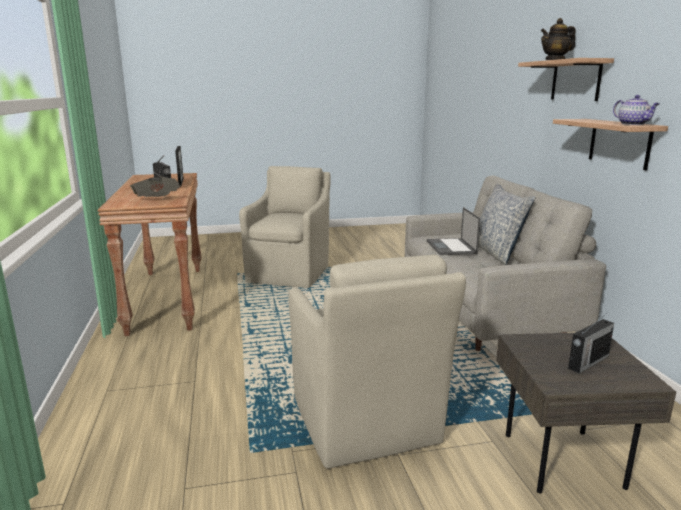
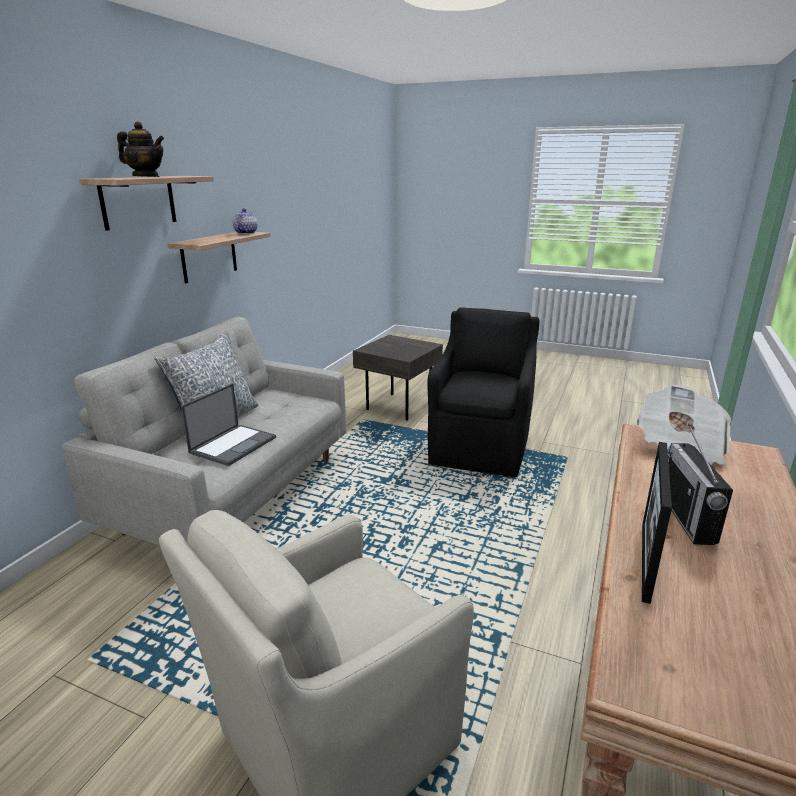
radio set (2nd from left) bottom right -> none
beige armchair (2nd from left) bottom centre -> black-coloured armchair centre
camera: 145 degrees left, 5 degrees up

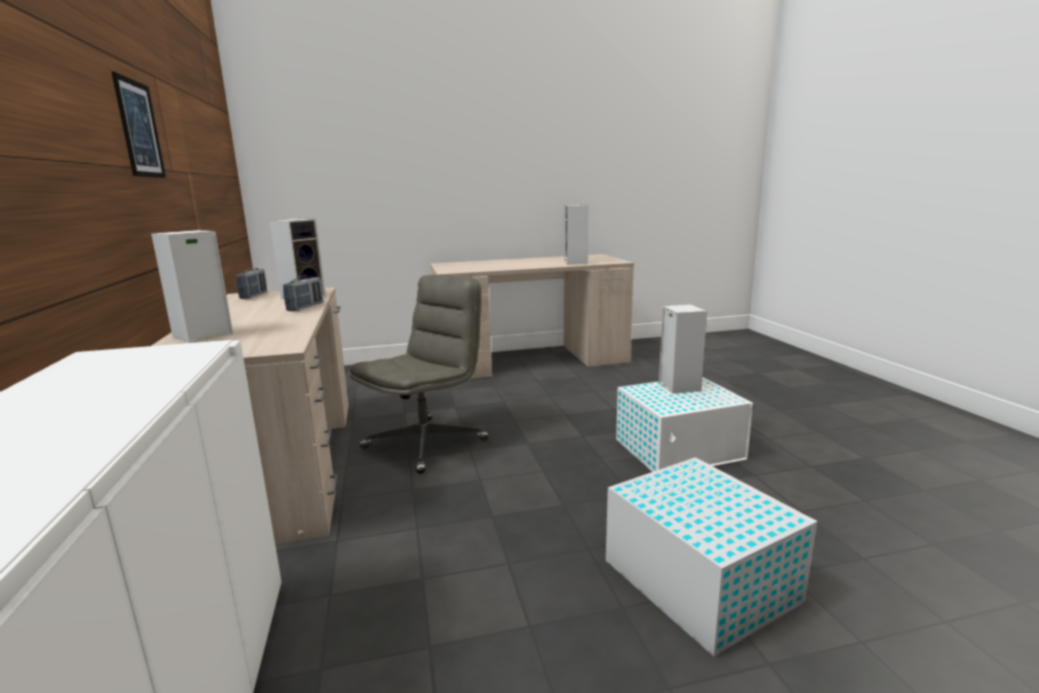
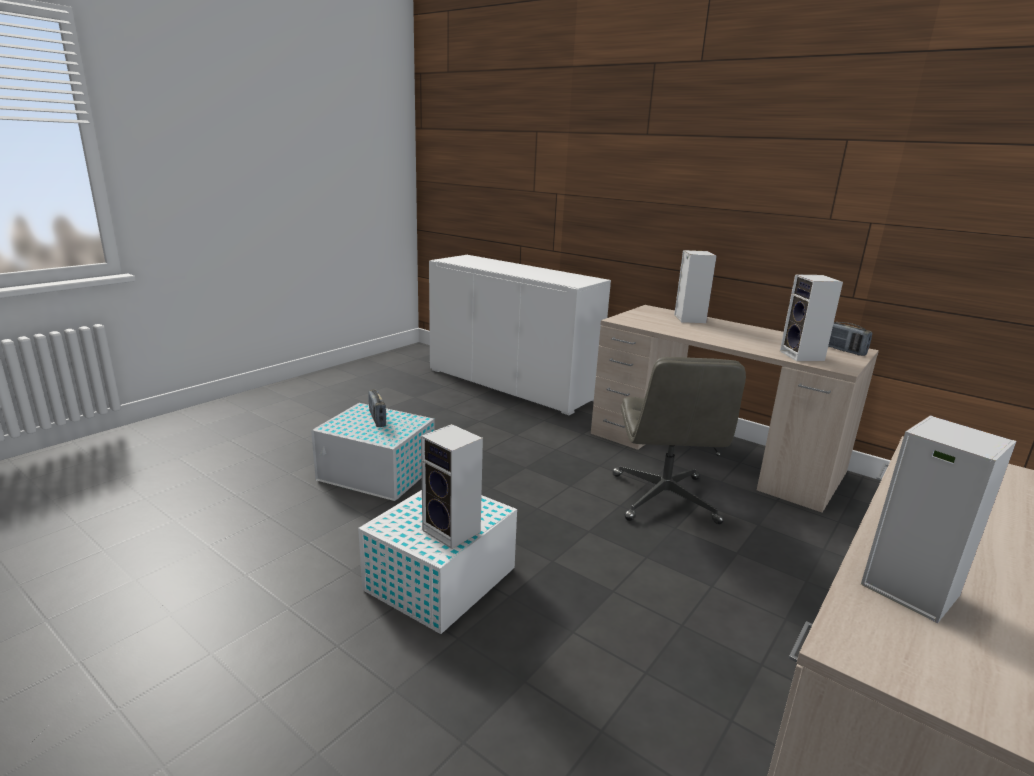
wall picture top left -> none
radio set (2nd from left in the first image) middle left -> radio set (1st from left) centre, move
camera: 140 degrees right, 5 degrees up

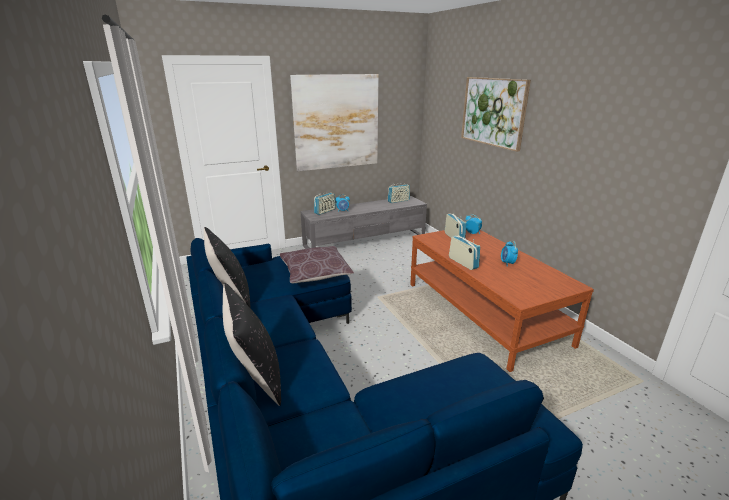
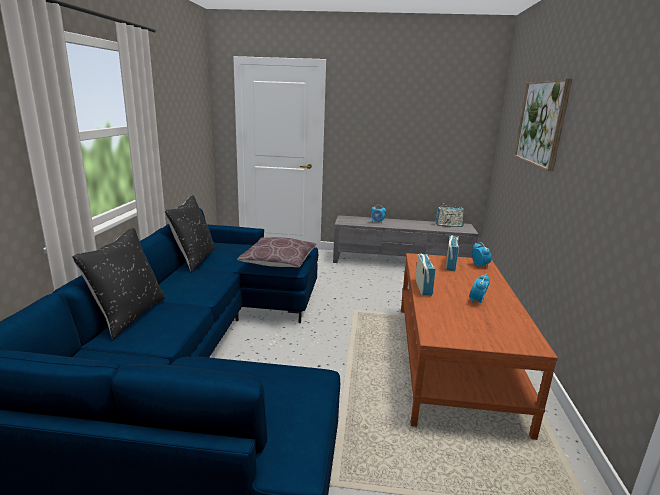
wall picture (1st from left) top centre -> none
radio set (1st from left) centre -> none
camera: 30 degrees right, 5 degrees down

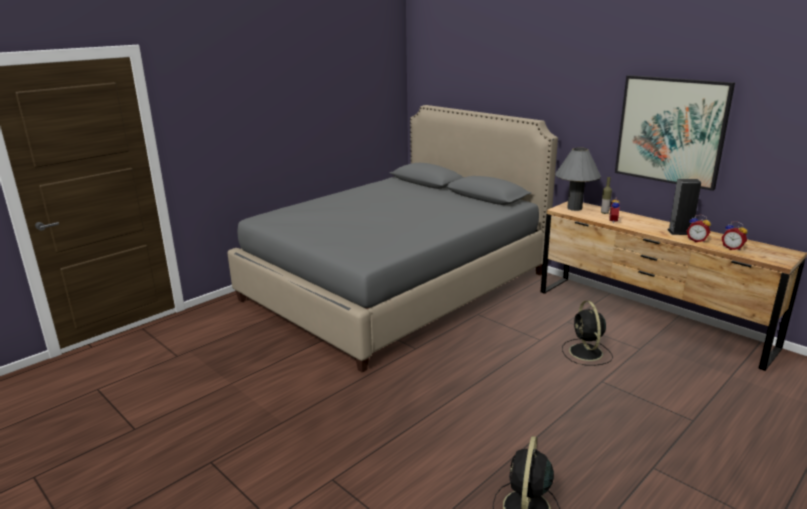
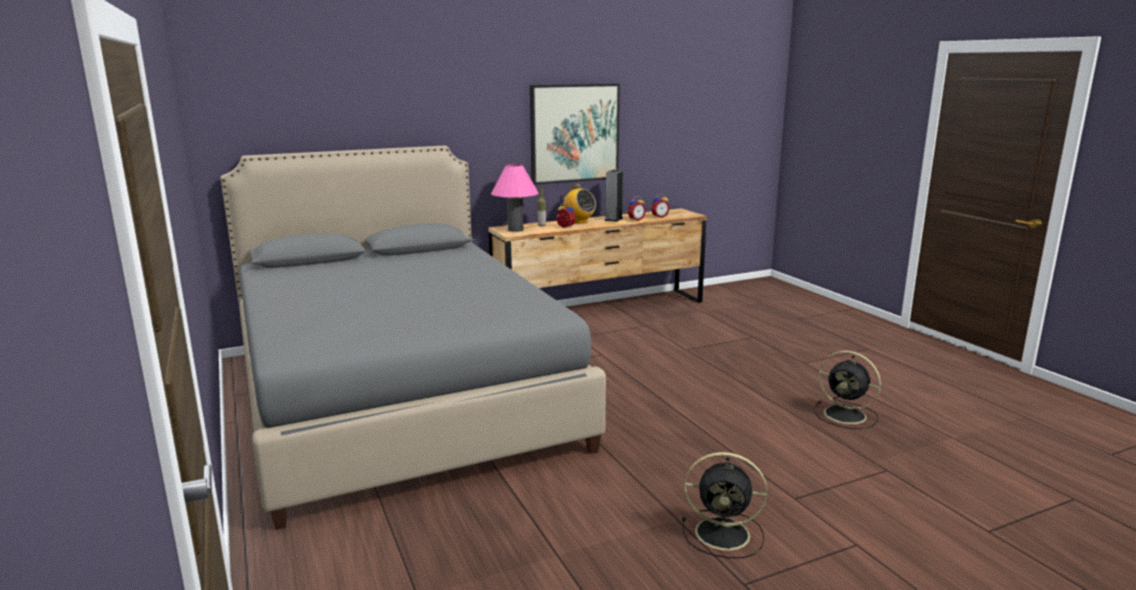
none -> radio set centre
black-coloured cooling fan (2nd from left in the first image) middle right -> black-coloured cooling fan (1st from left) bottom centre, move
grey lamp for a table middle right -> pink lamp for a table centre
camera: 70 degrees left, 5 degrees down

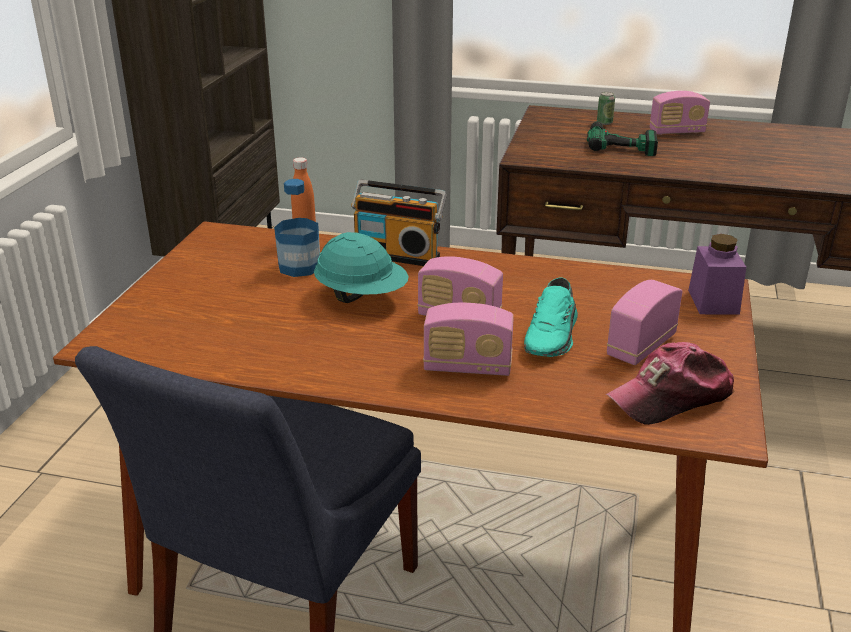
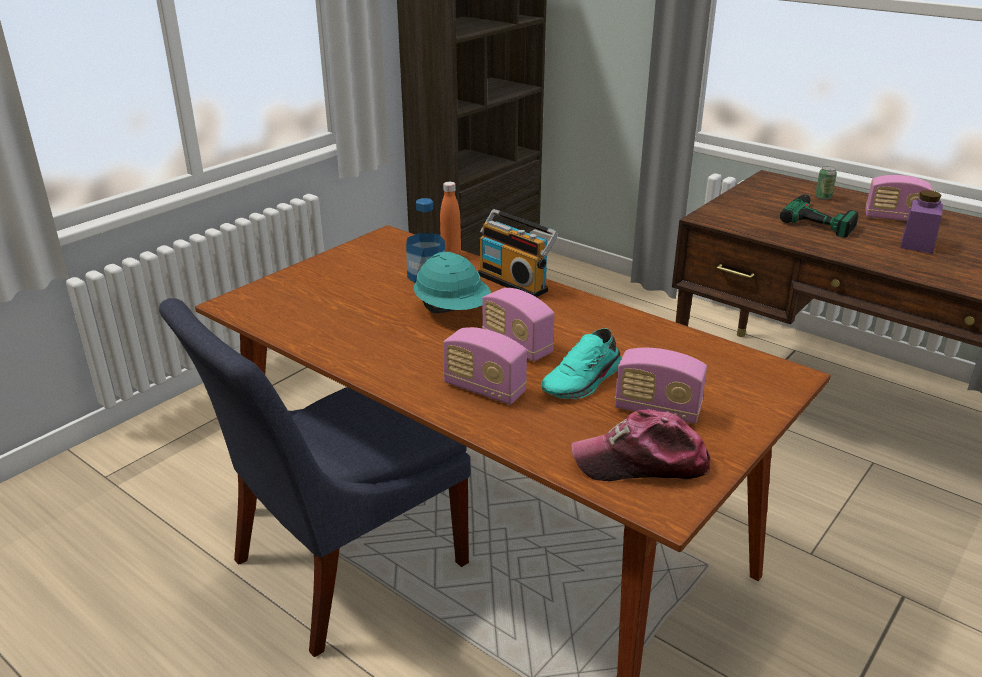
purplish storage jar middle right -> purplish storage jar top right, move
radio set (4th from left) middle right, 135 degrees counterclockwise
camera: 25 degrees right, 0 degrees up

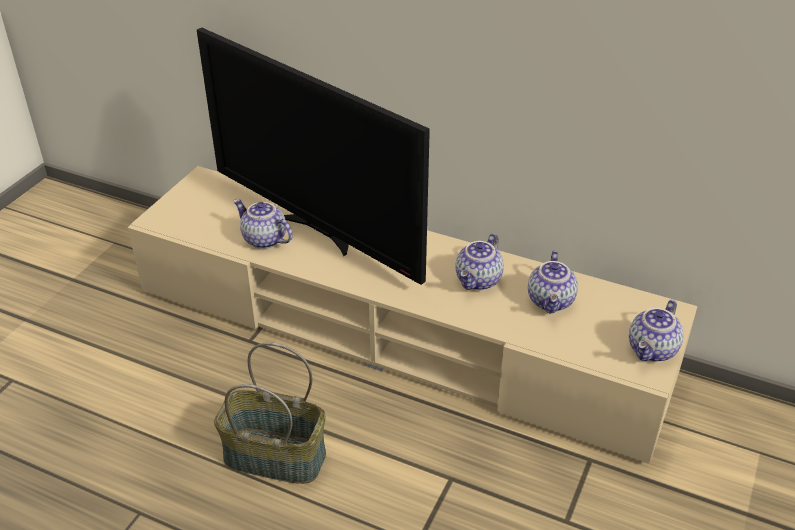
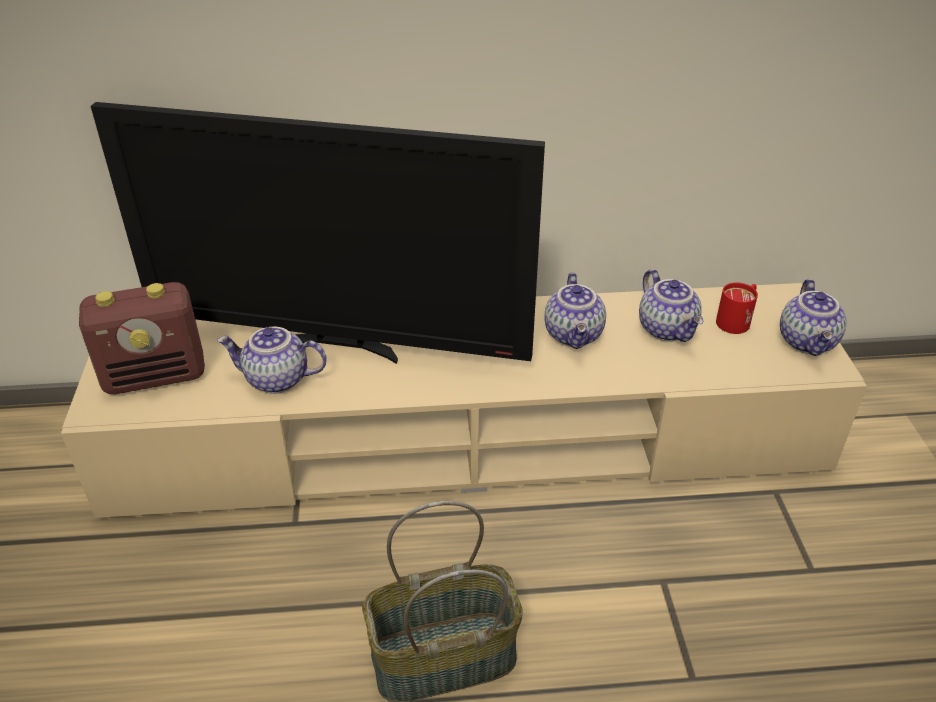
none -> radio set middle left
none -> red tea mug middle right
camera: 30 degrees left, 0 degrees up

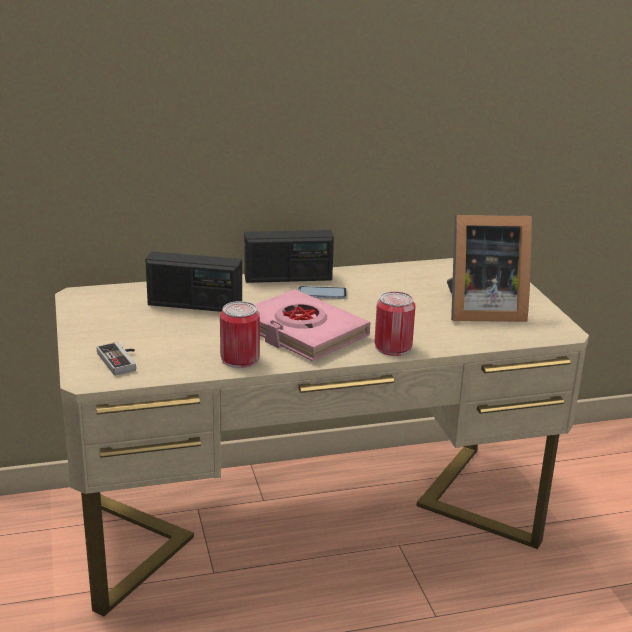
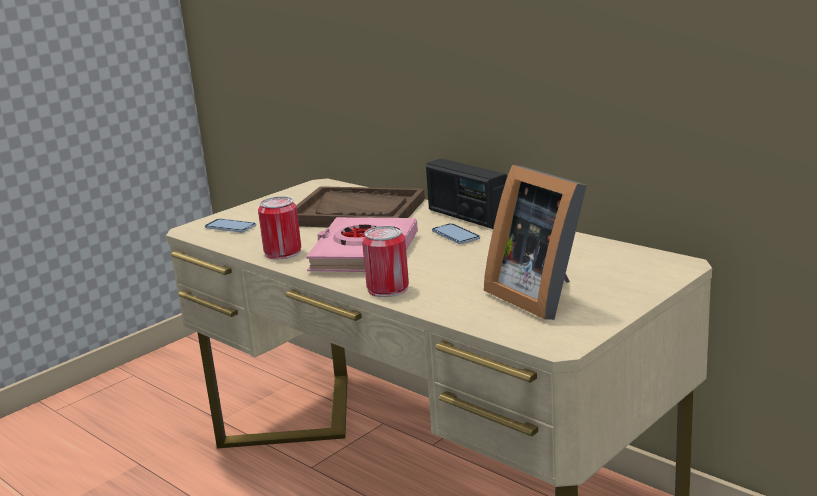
game controller middle left -> phone (1st from left) middle left
radio set (1st from left) middle left -> brownish carrying tray centre
camera: 60 degrees right, 5 degrees down

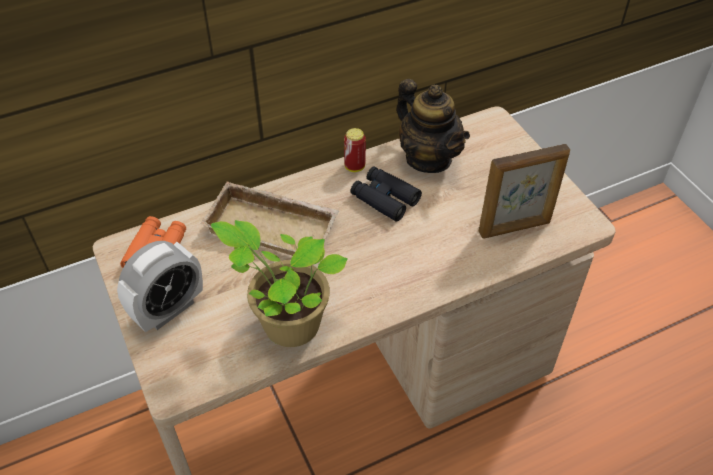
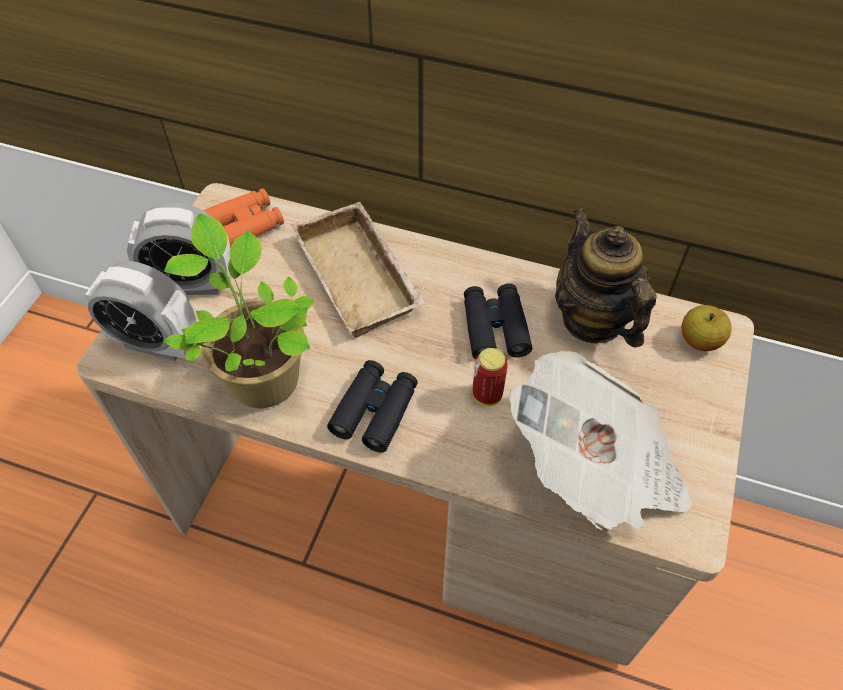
none -> alarm clock (1st from left) middle left
none -> black-coloured field glasses (1st from left) centre
none -> whole apple middle right
metal can top centre -> metal can centre, move
picture frame middle right -> printed paper middle right
teapot top centre -> teapot middle right, 150 degrees clockwise
camera: 45 degrees right, 5 degrees up

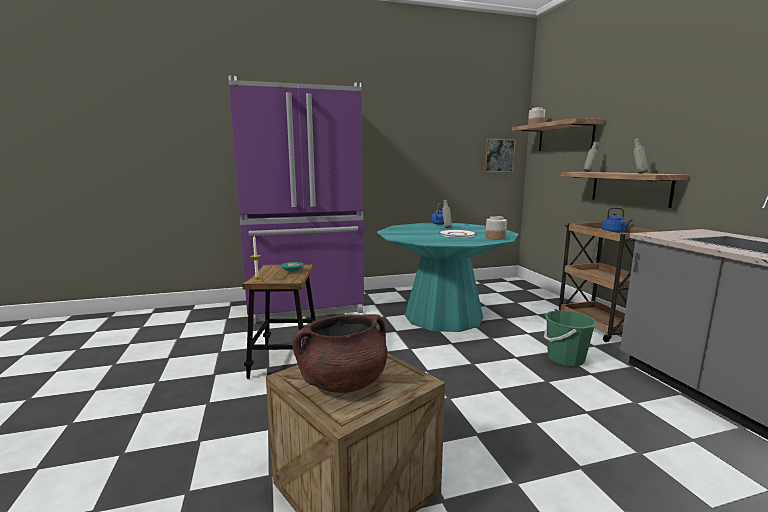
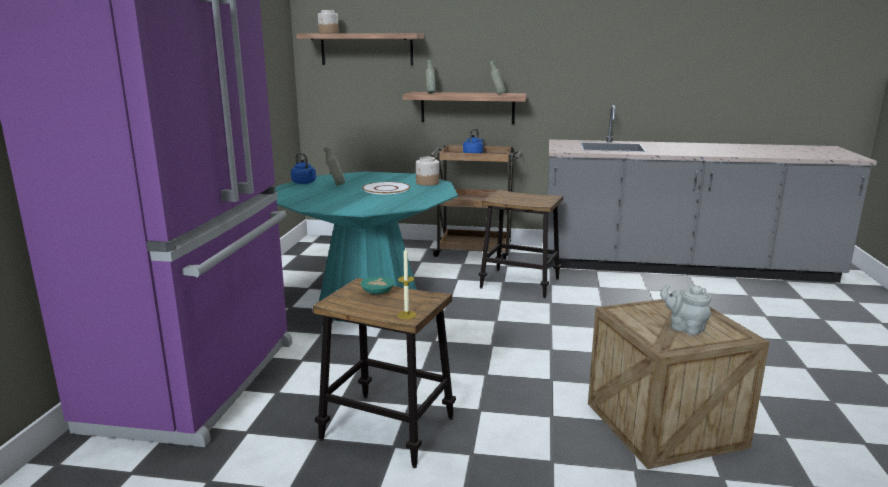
wall picture top centre -> none
brownish stockpot bottom centre -> grey teapot middle right
green-coloured pail middle right -> stool seat (2nd from left) centre
camera: 65 degrees left, 5 degrees up

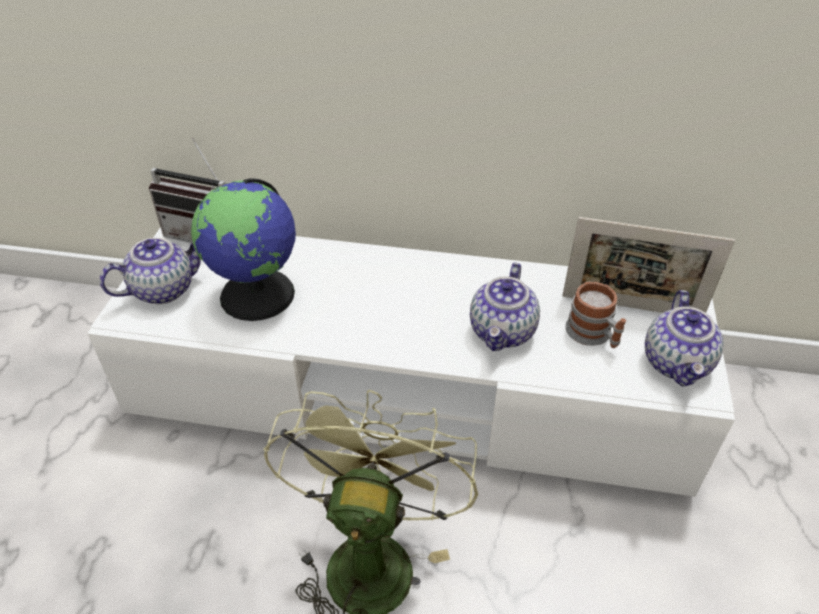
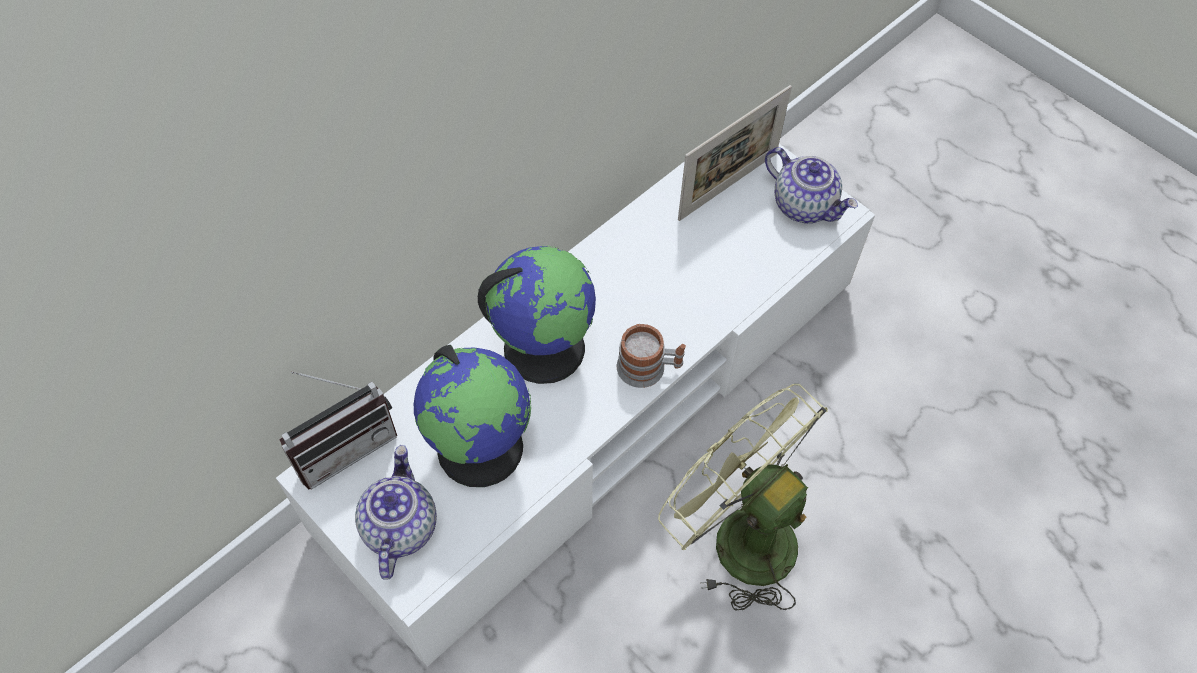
teapot (2nd from left) centre -> none
none -> desk globe (2nd from left) centre
tea mug middle right -> tea mug centre, move
camera: 55 degrees left, 15 degrees up

